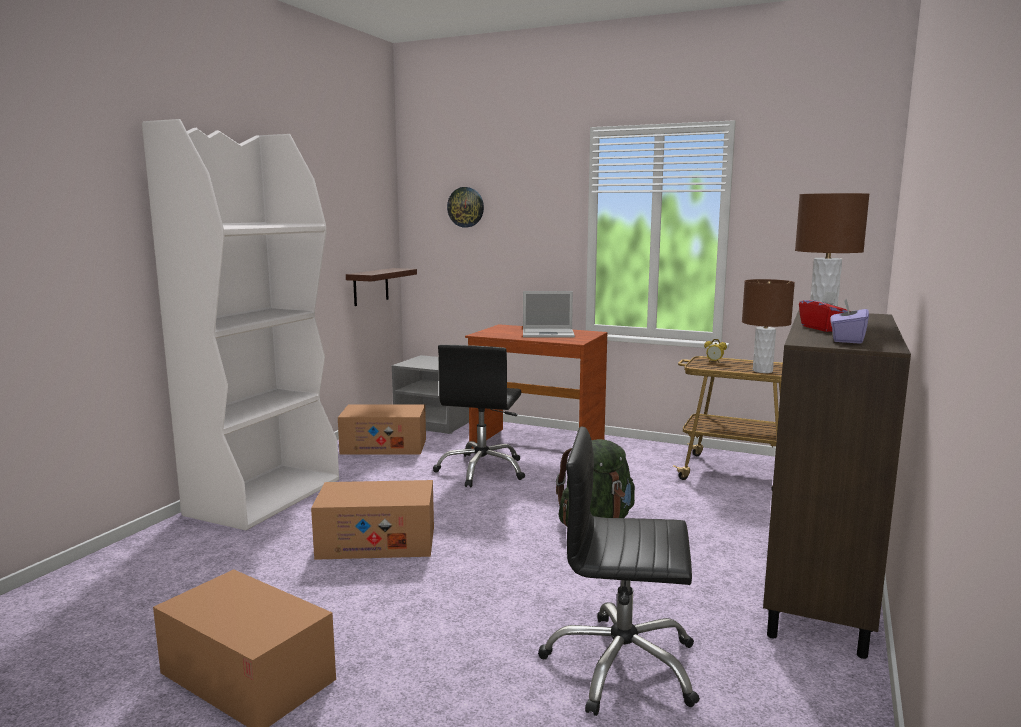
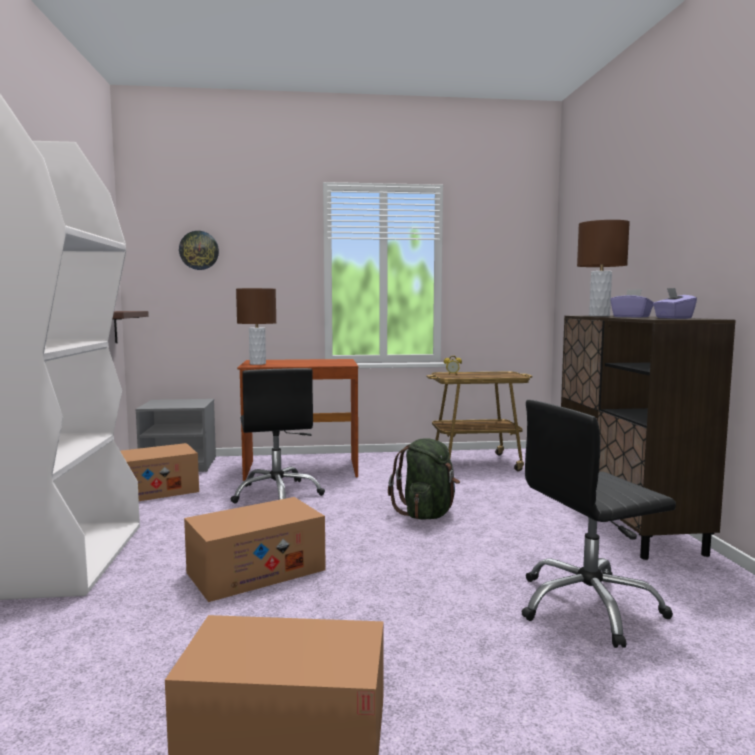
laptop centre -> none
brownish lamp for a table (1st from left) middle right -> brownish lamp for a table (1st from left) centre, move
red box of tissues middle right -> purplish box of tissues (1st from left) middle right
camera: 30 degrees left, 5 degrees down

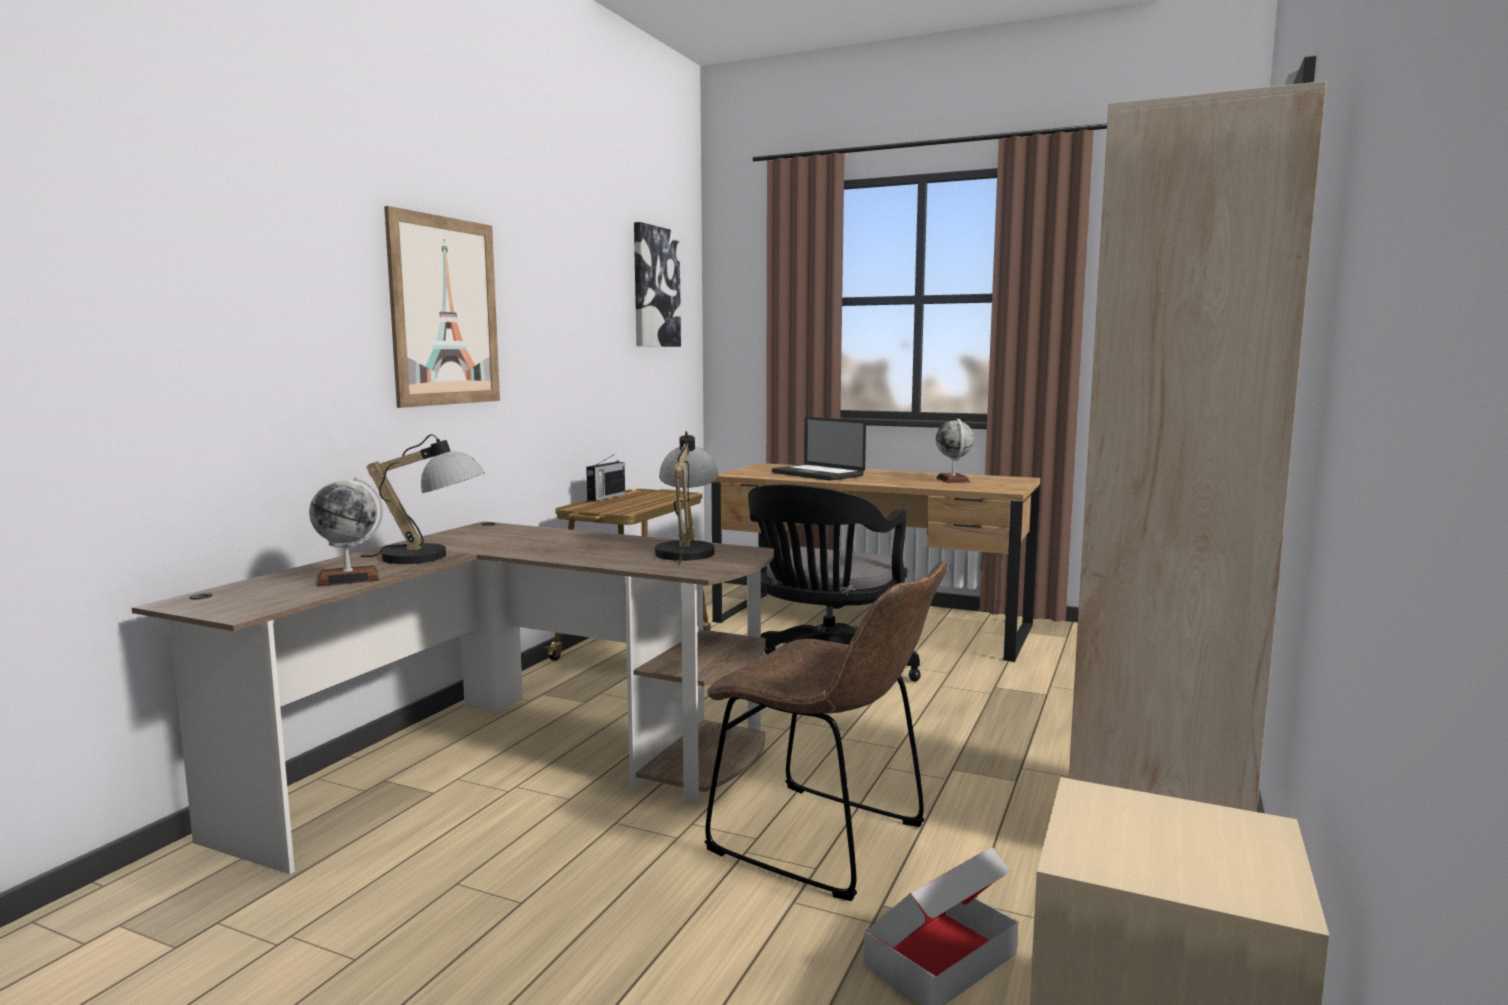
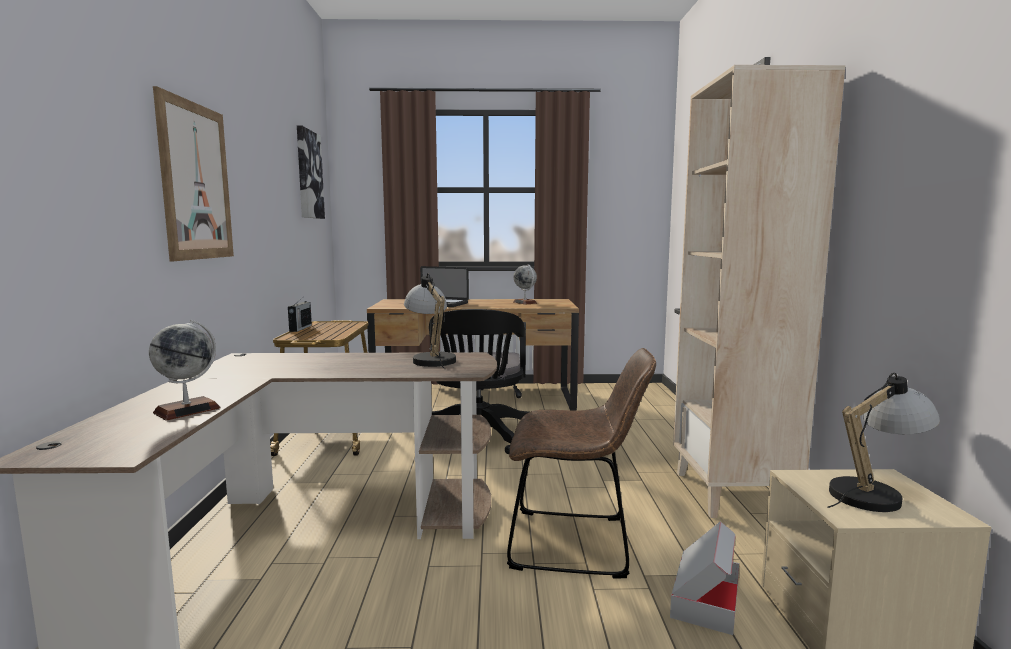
lamp for a table (1st from left in the first image) middle left -> lamp for a table (2nd from left) bottom right, move
camera: 25 degrees left, 0 degrees up

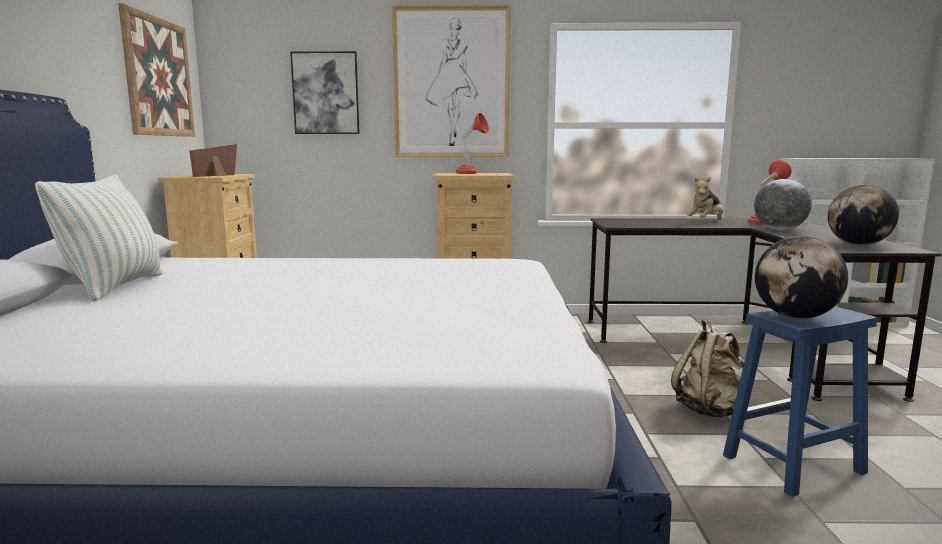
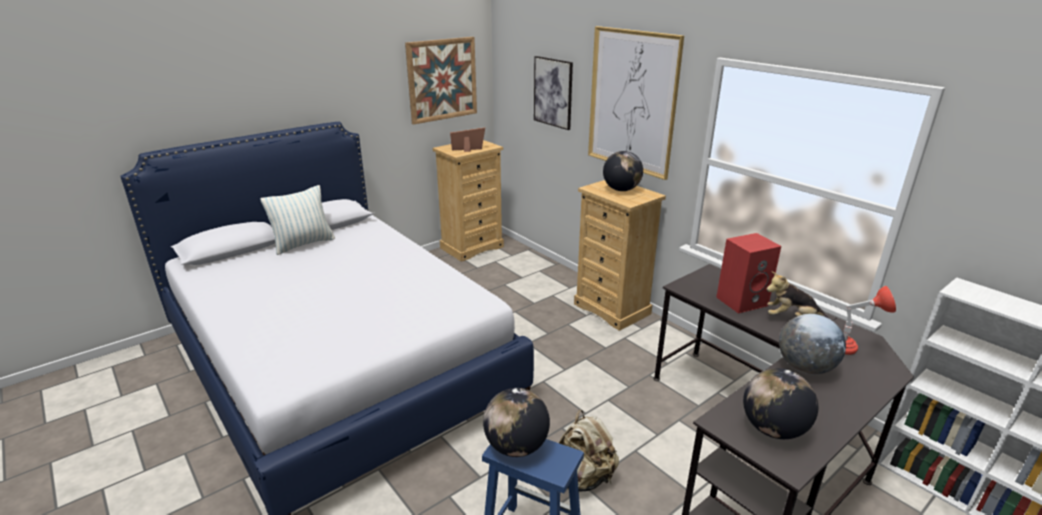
none -> red speaker middle right
red lamp for a table (1st from left) top centre -> desk globe (2nd from left) top centre
camera: 50 degrees right, 15 degrees up

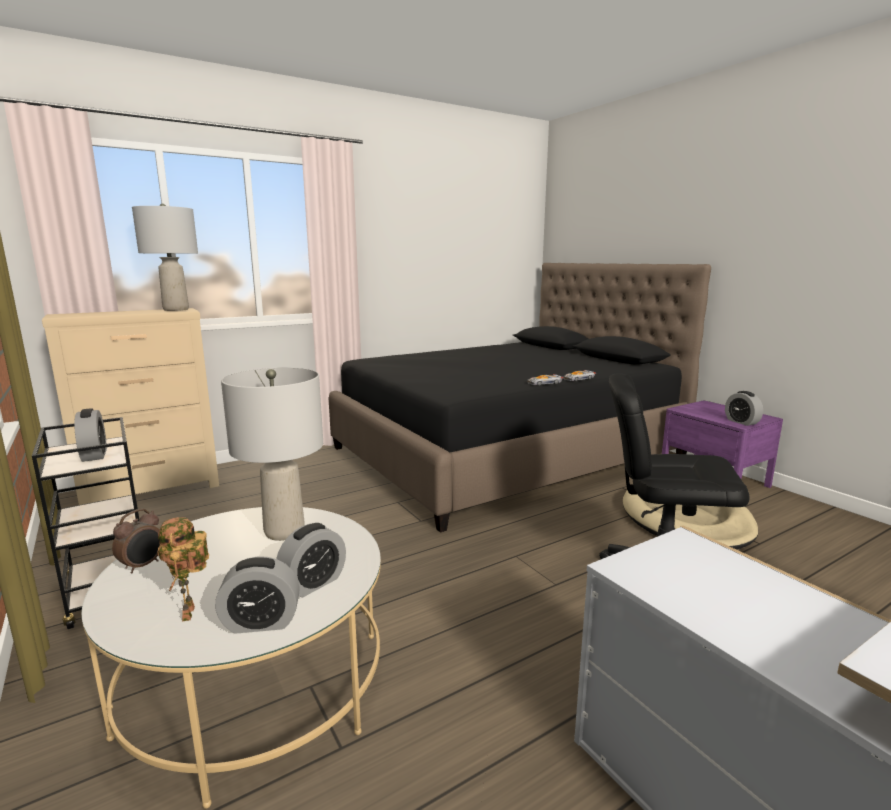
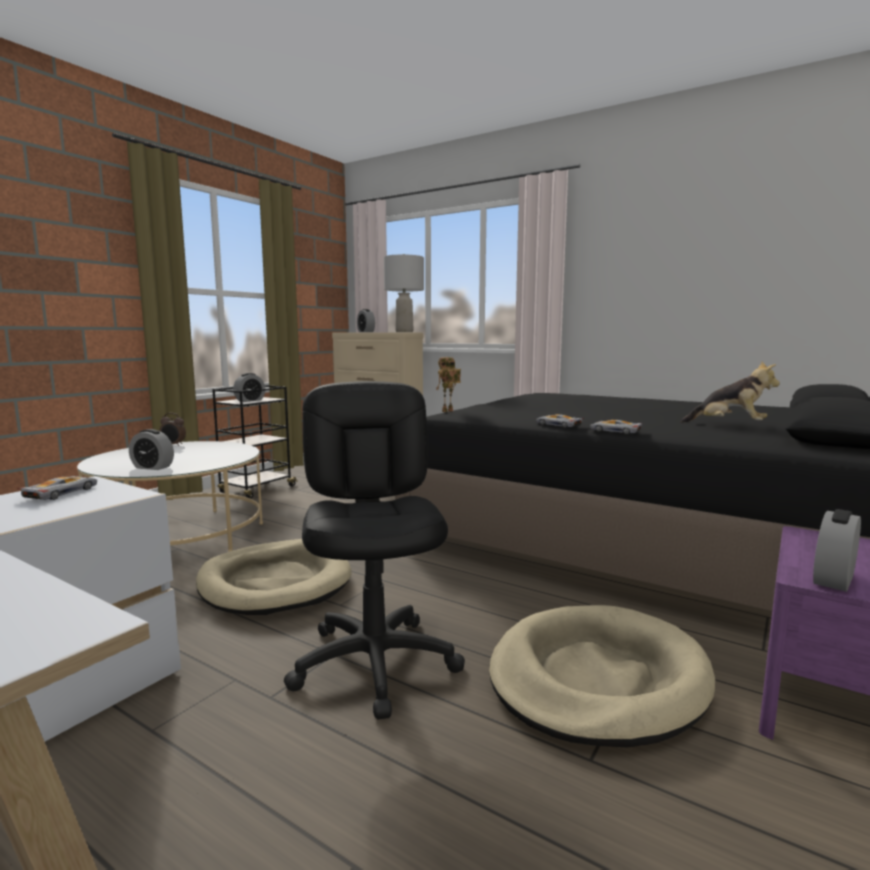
grey lamp for a table (2nd from left) middle left -> none
none -> model car (1st from left) middle left
none -> beige dog cushion (1st from left) middle left
none -> soft toy middle right
model robot bottom left -> model robot centre, move
alarm clock (3rd from left in the first image) bottom left -> alarm clock (4th from left) centre, move
camera: 65 degrees right, 5 degrees down

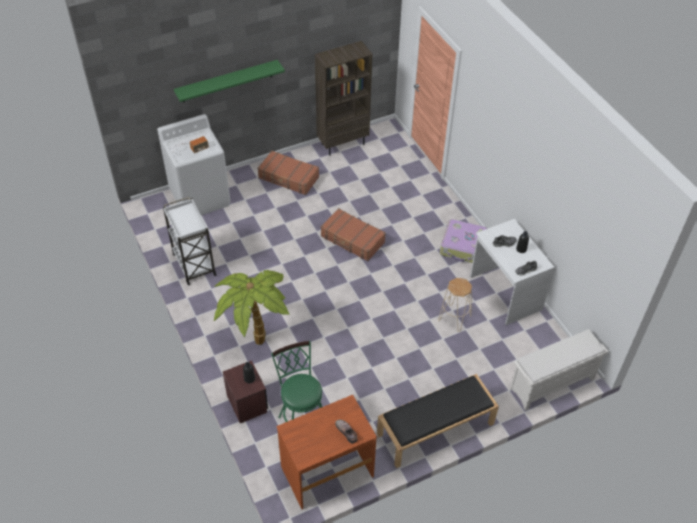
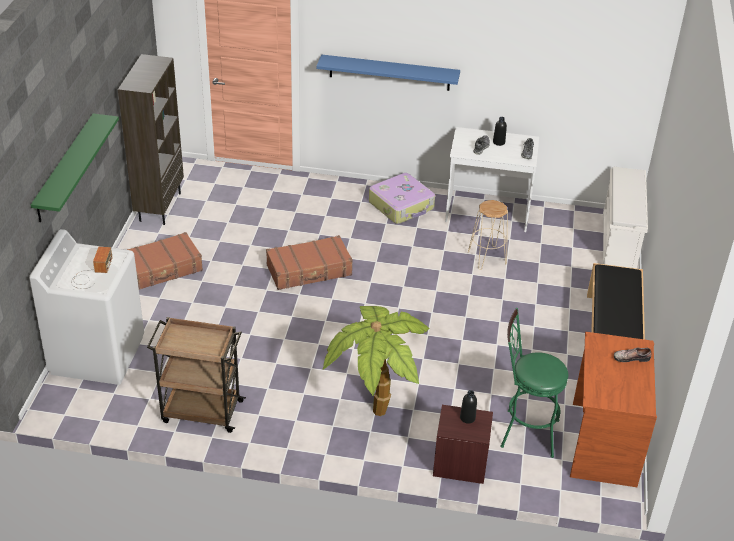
none -> bluish shelf top centre
whitish cart middle left -> brownish cart bottom left
camera: 55 degrees left, 10 degrees down

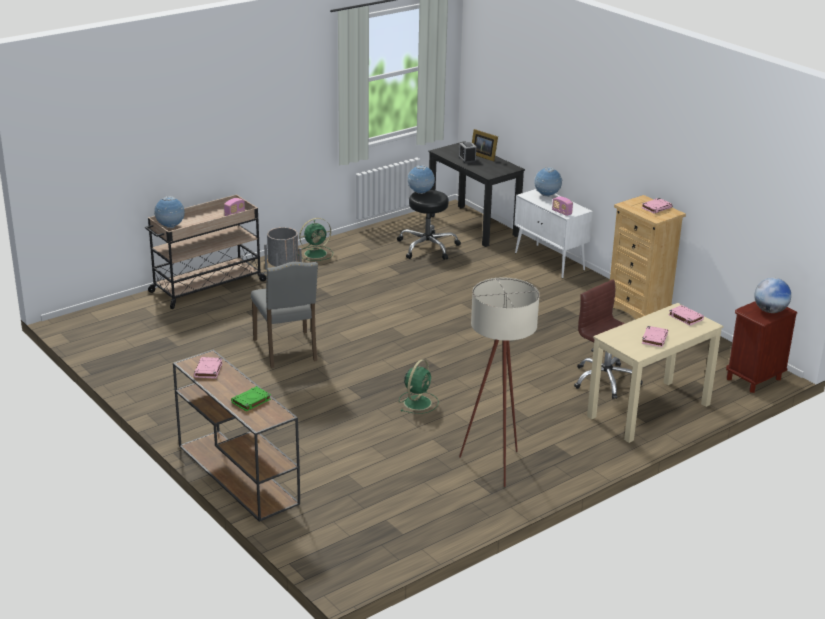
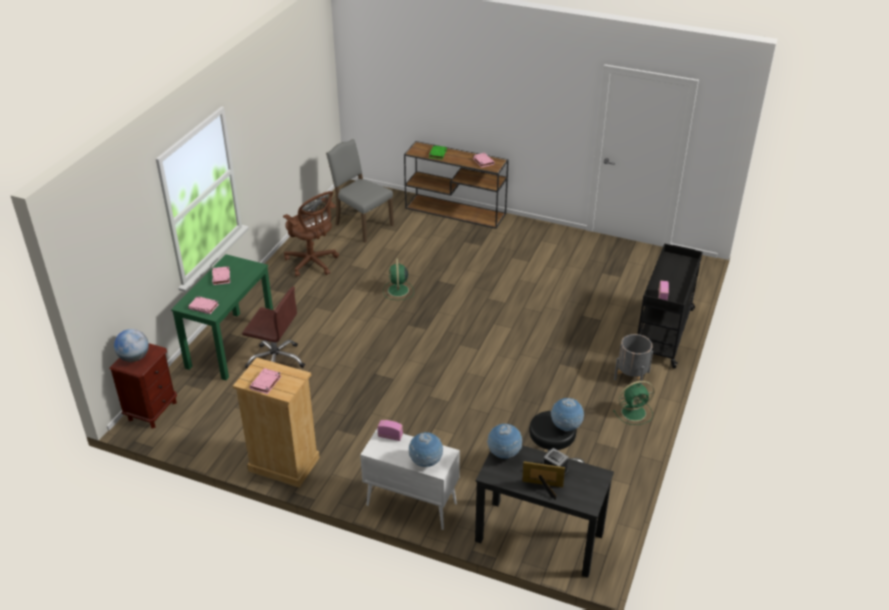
desk globe (1st from left in the first image) middle left -> desk globe (3rd from left) bottom centre, move
grey chair centre -> grey chair top centre, move
beige standard lamp centre -> brownish office chair (2nd from left) centre
beige cart middle left -> black-coloured cart middle right
beige desk middle right -> green-coloured desk middle left
green-coloured cooling fan (1st from left in the first image) centre -> green-coloured cooling fan (2nd from left) middle right, 135 degrees counterclockwise
camera: 150 degrees right, 10 degrees up

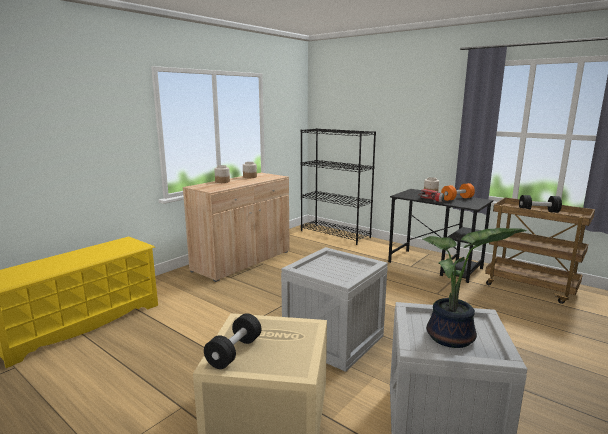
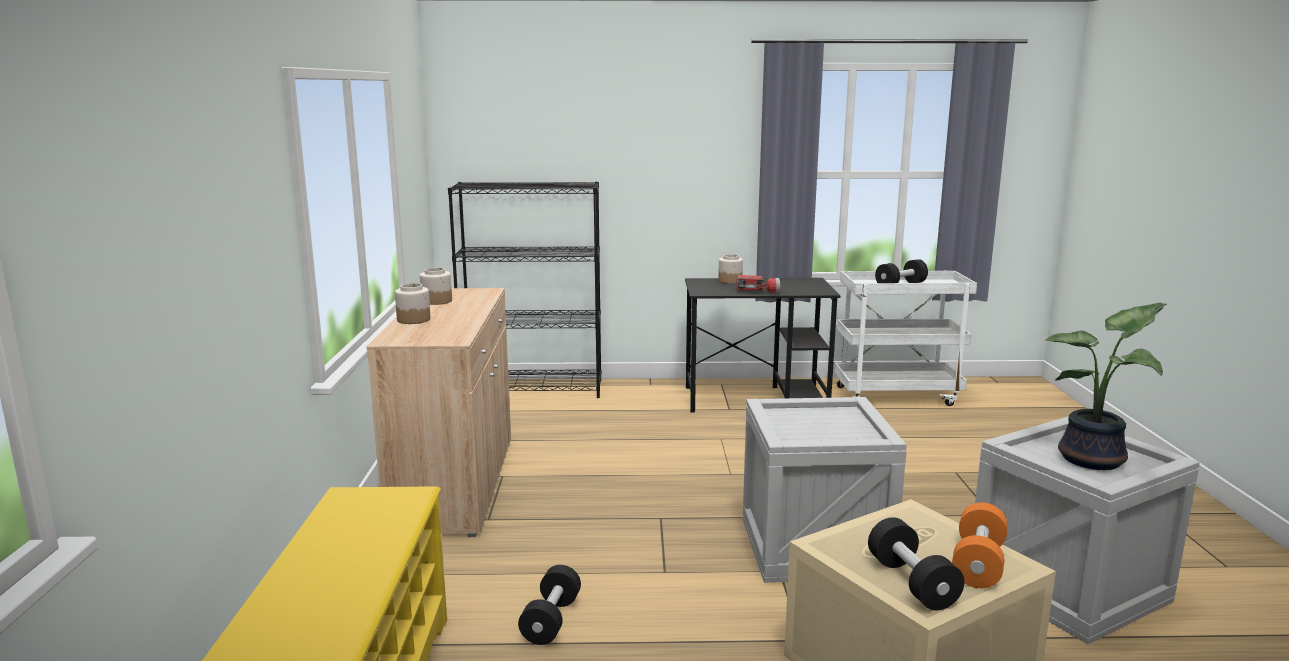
none -> black-coloured dumbbell (1st from left) bottom centre
orangey dumbbell middle right -> orangey dumbbell bottom right, move
brownish cart middle right -> whitish cart middle right
camera: 40 degrees left, 0 degrees up

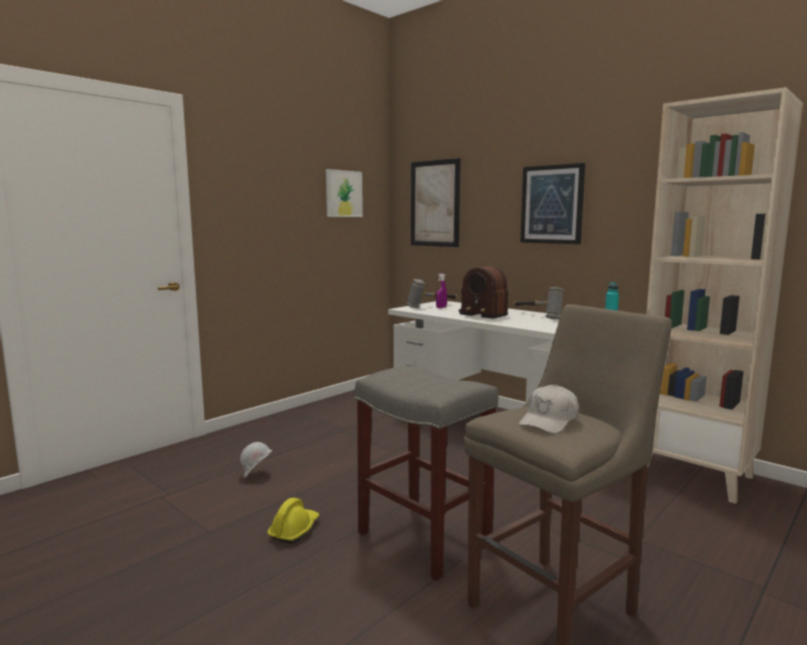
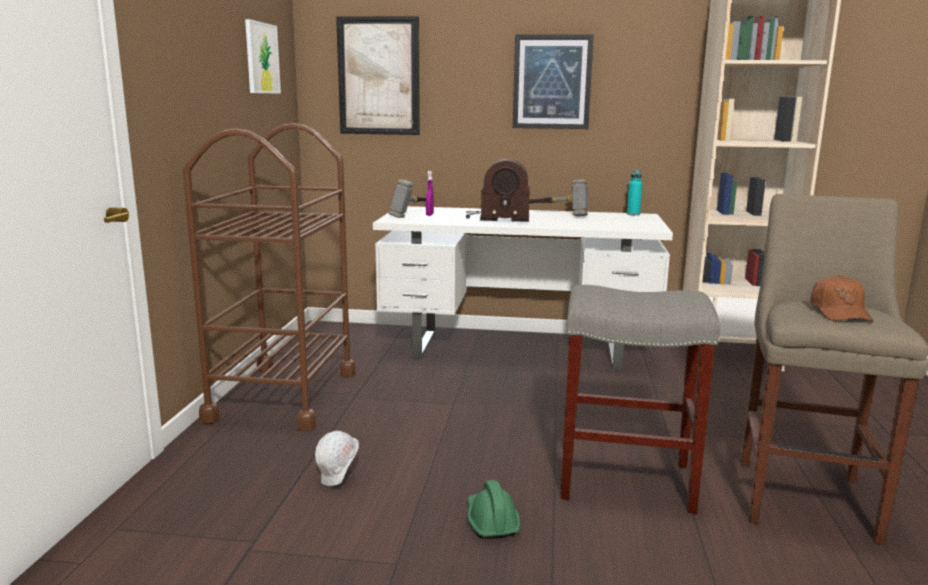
none -> brownish cart middle left
yellow work helmet bottom centre -> green-coloured work helmet bottom centre
whitish baseball cap middle right -> brownish baseball cap middle right
camera: 35 degrees left, 5 degrees up

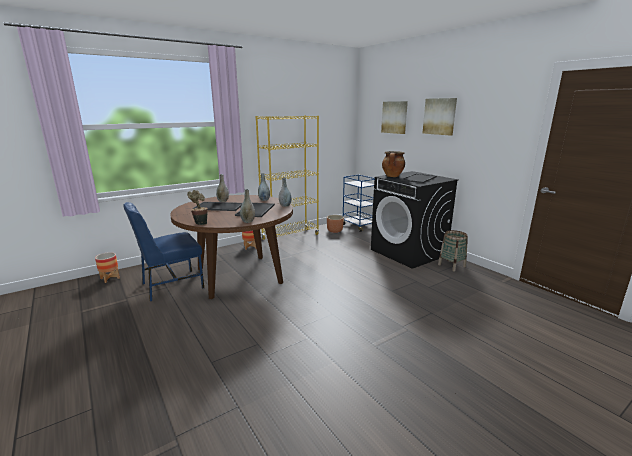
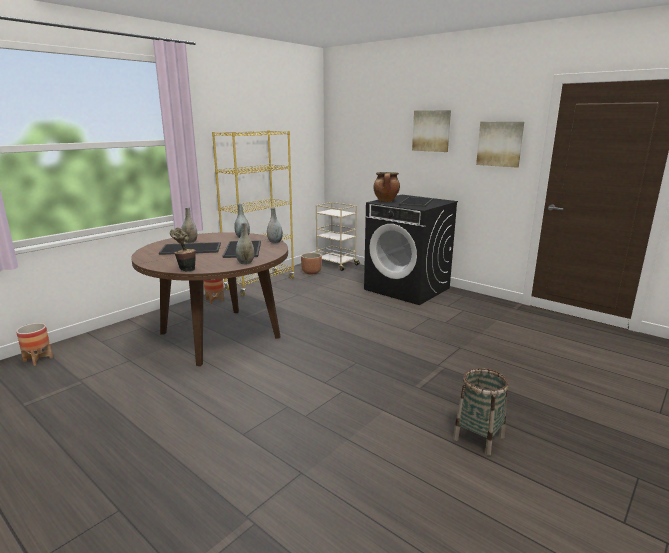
bluish chair middle left -> none
wall picture (1st from left in the first image) top centre -> wall picture (2nd from left) top right, move
basket middle right -> basket bottom right, move
bluish cart centre -> beige cart centre
camera: 15 degrees left, 0 degrees up

